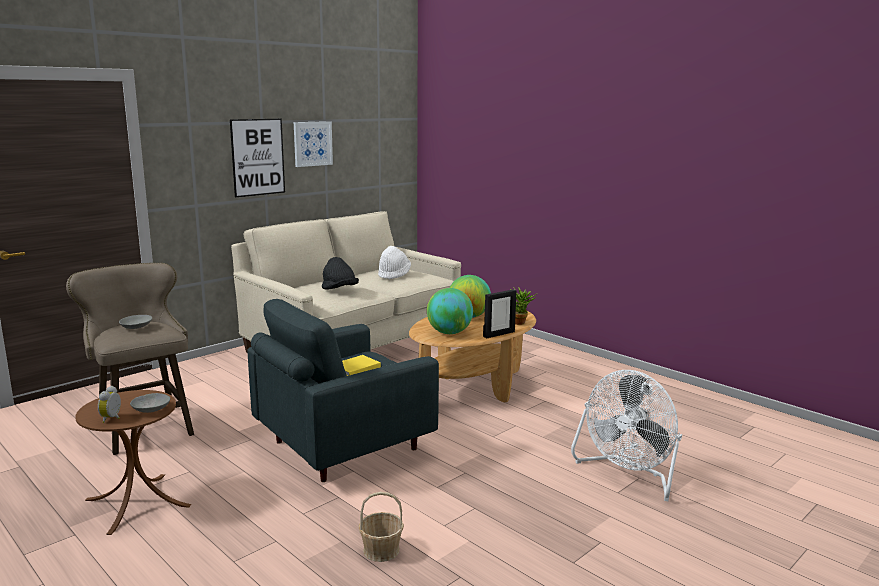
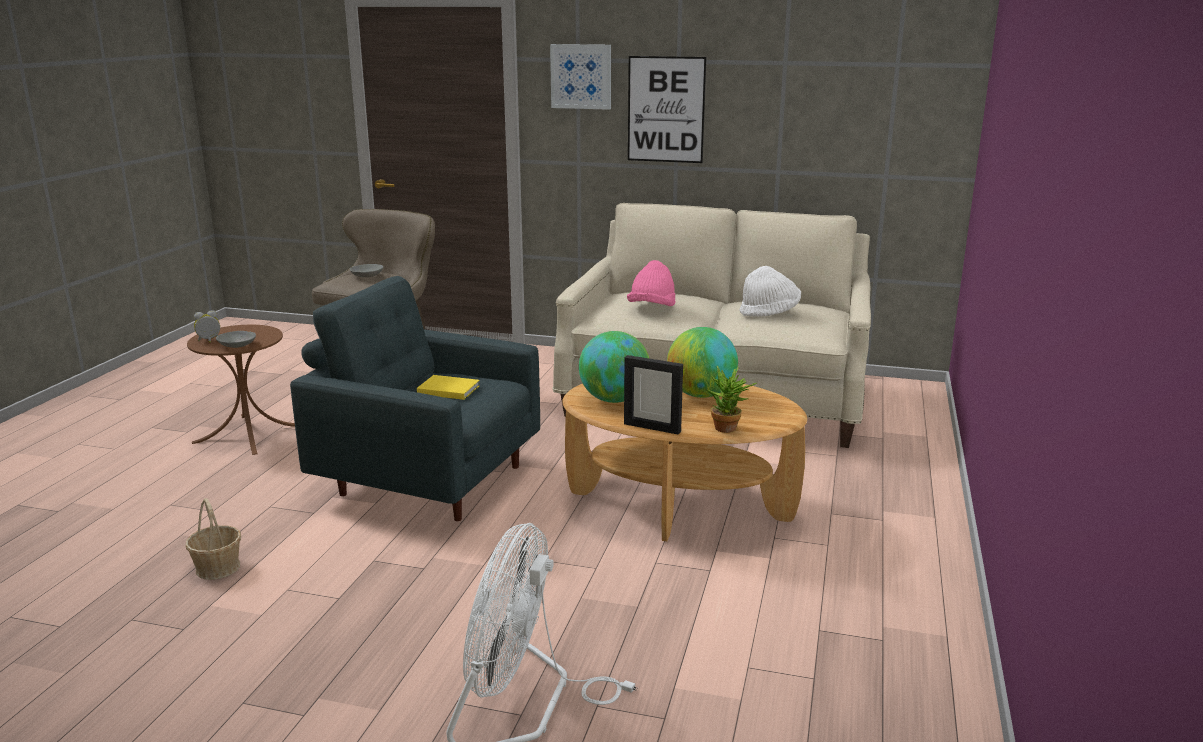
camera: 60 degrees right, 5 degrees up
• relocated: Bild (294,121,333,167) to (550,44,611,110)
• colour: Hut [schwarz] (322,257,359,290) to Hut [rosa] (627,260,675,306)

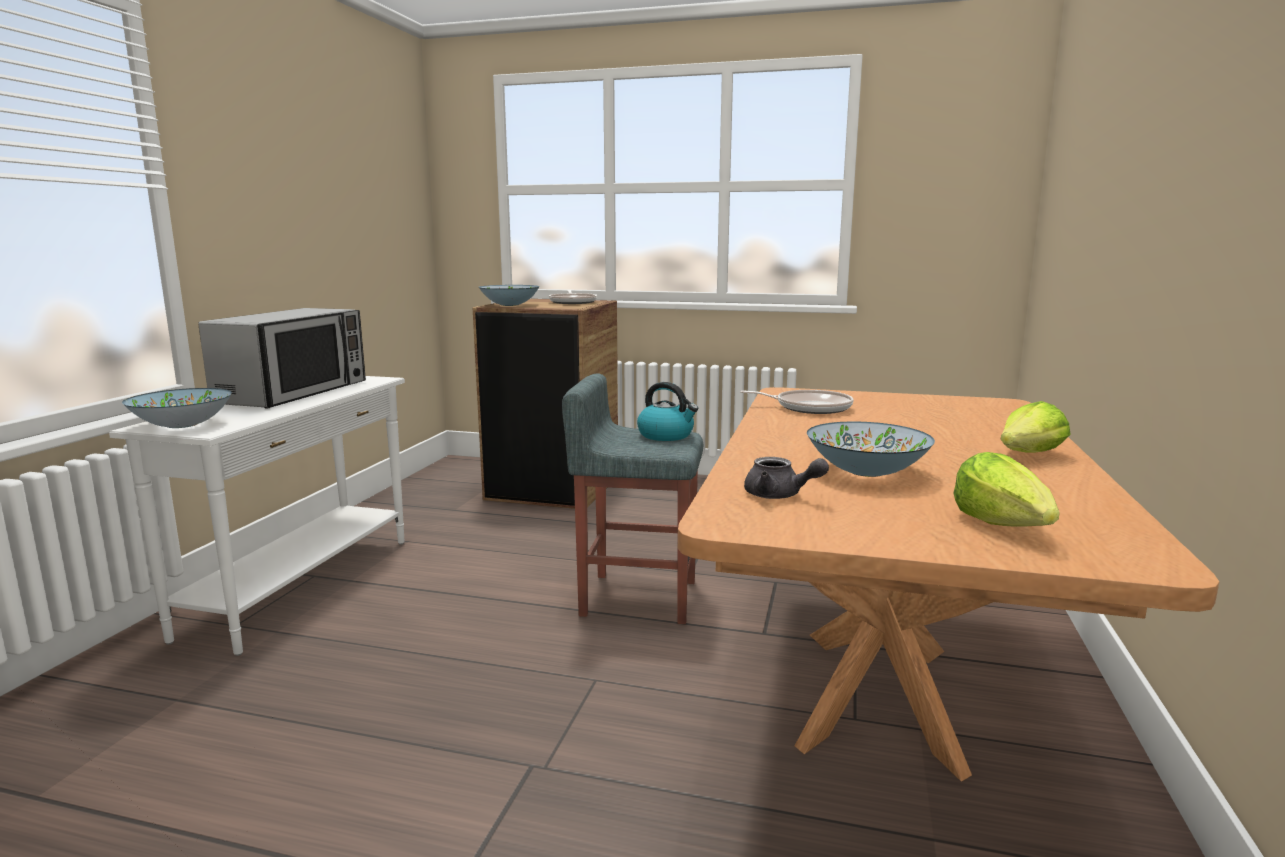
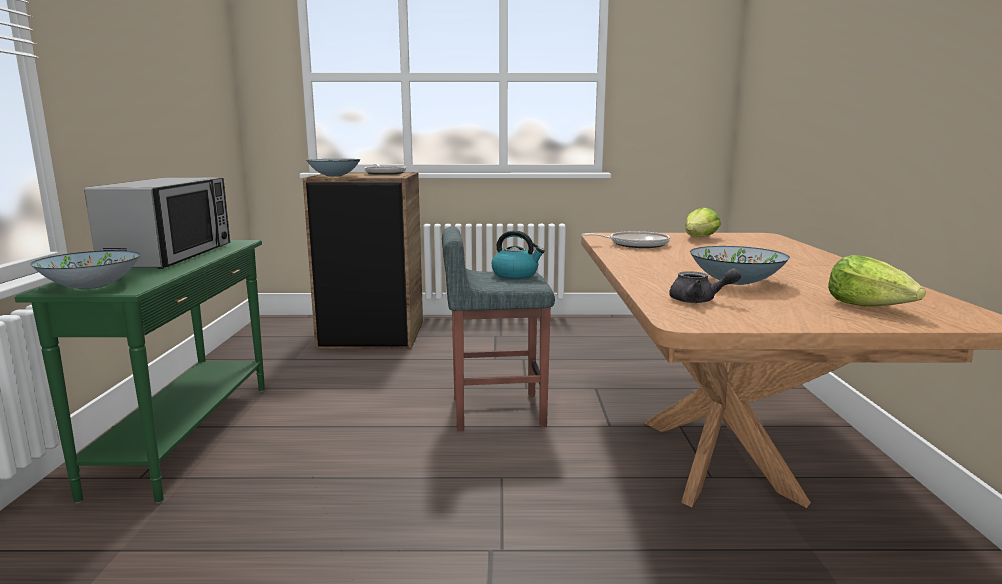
camera: 15 degrees left, 0 degrees up
• relocated: Salatkopf (1001,401,1071,453) to (685,207,721,237)
• colour: Konsolentisch [weiß] (109,376,405,656) to Konsolentisch [grün] (15,240,265,504)

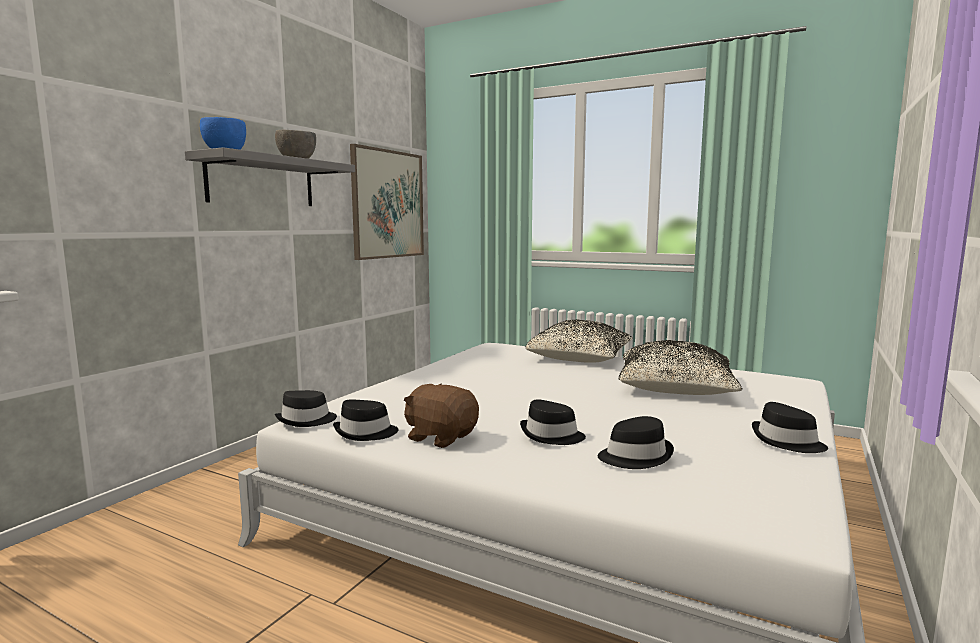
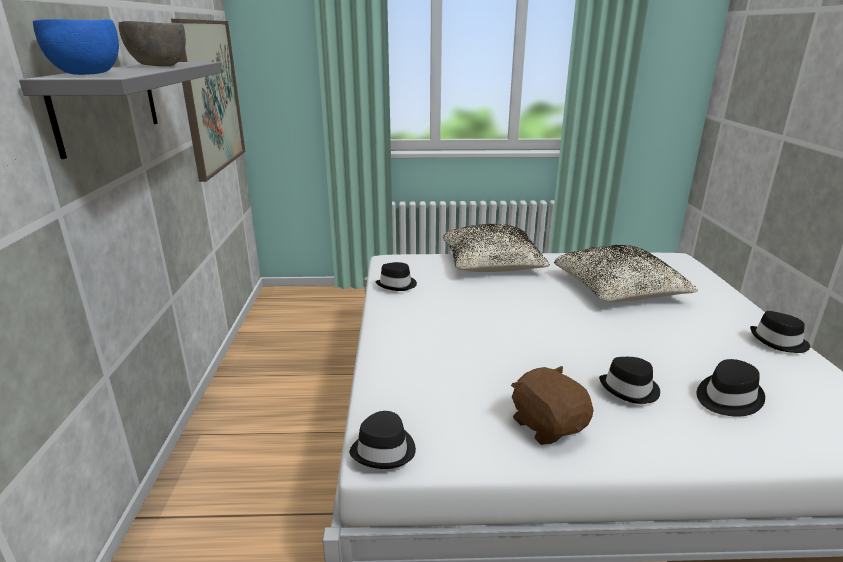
camera: 30 degrees left, 15 degrees up
• relocated: Hut [schwarz] (333,400,399,441) to (375,262,417,291)
• spun: Plüschtier [braun] (404,384,479,448) = (511,366,594,445) 60 degrees clockwise

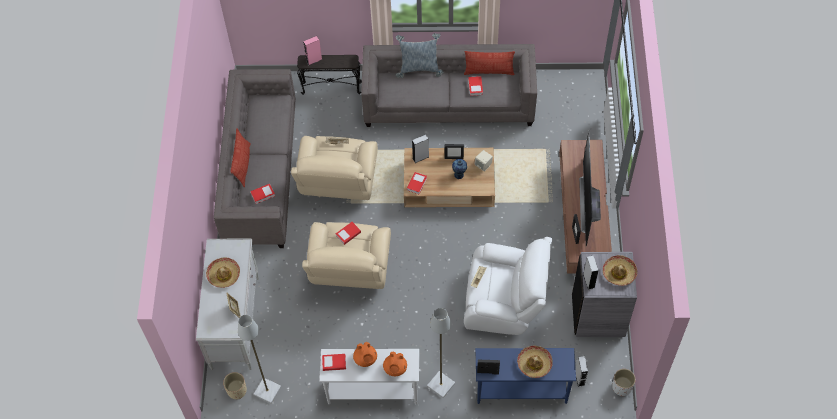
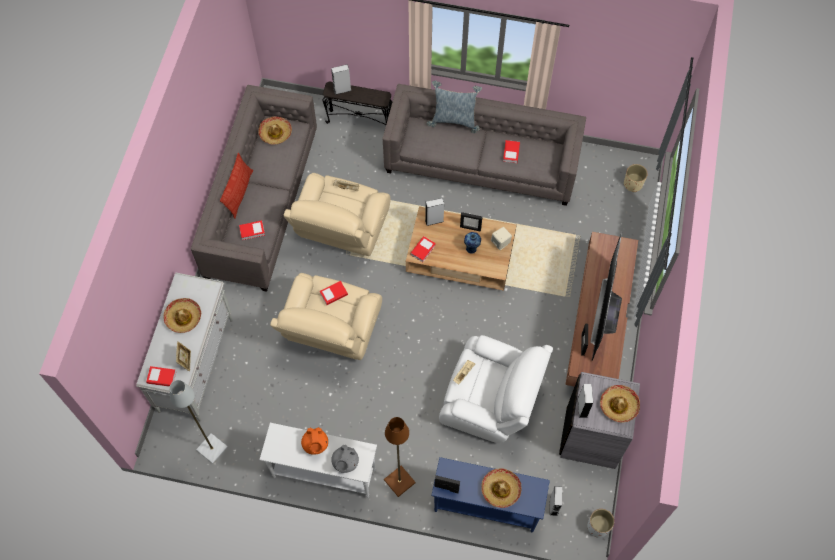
camera: 10 degrees right, 5 degrees up
• missing: Kissen (464,51,515,75)
• appeared: Hut (258,117,292,145)
• relocated: Pflanzkübel [beige] (223,372,247,400) to (624,164,648,192)
• relocated: Buch (322,354,346,371) to (146,366,176,387)
• colour: Lautsprecher [rosa] (303,36,322,65) to Lautsprecher [grau] (331,64,351,95)
• colour: Teekanne [orange] (383,351,407,376) to Teekanne [grau] (331,445,359,473)
• colour: Stehlampe [grau] (427,308,455,398) to Stehlampe [braun] (384,417,416,497)

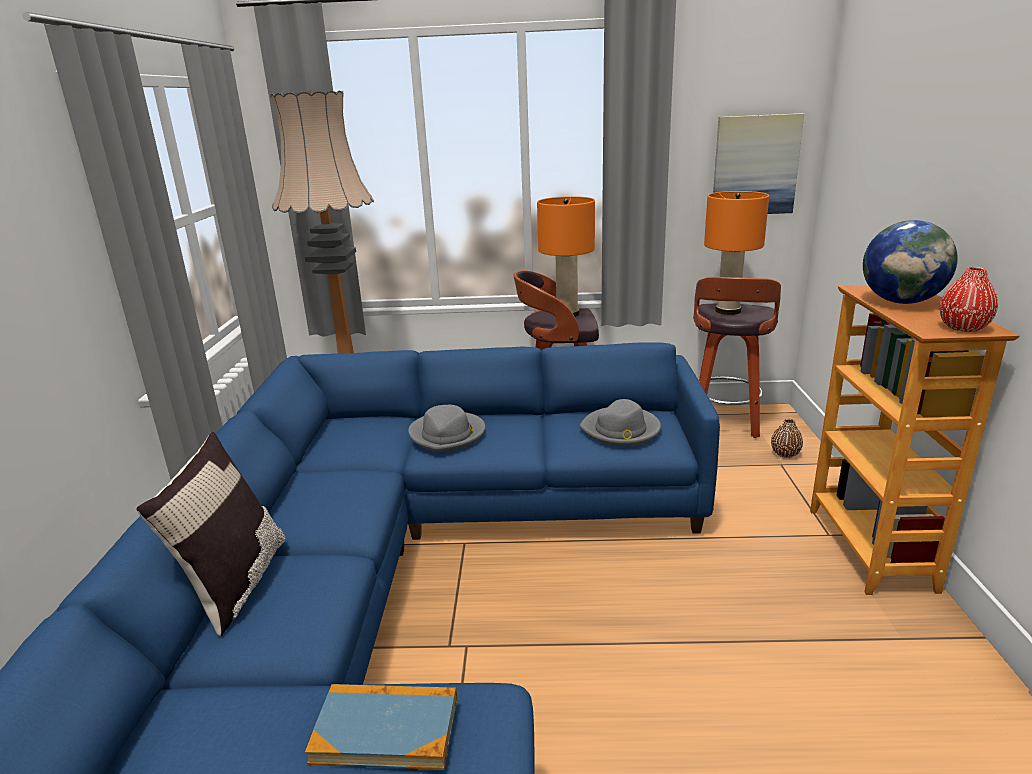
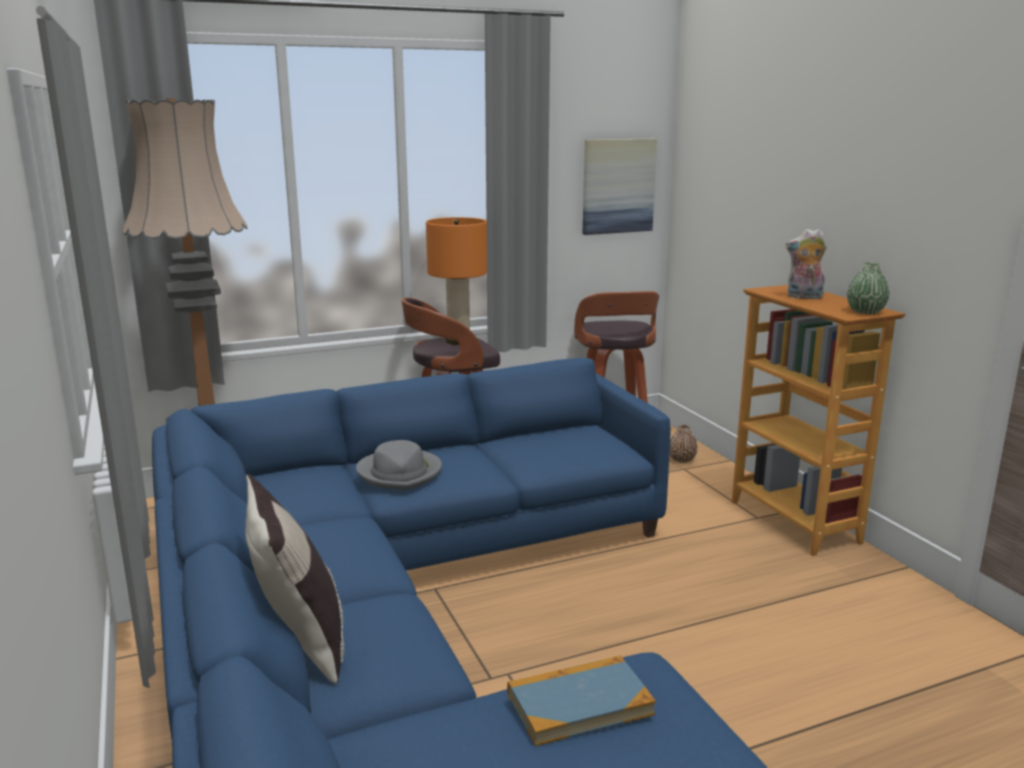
camera: 25 degrees left, 5 degrees down
• missing: Hut [grau] (580,399,661,446)
• missing: Tischlampe [orange] (704,191,769,315)
• exchanged: Globus (863,220,958,304) to Plüschtier (786,229,827,299)
• colour: Vase [rot] (939,267,998,332) to Vase [grün] (847,262,889,314)

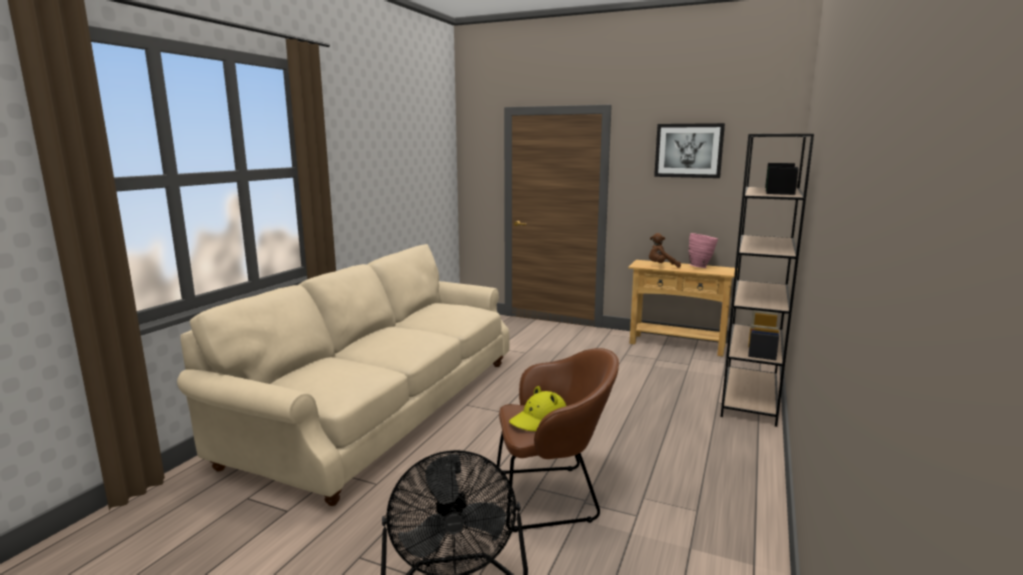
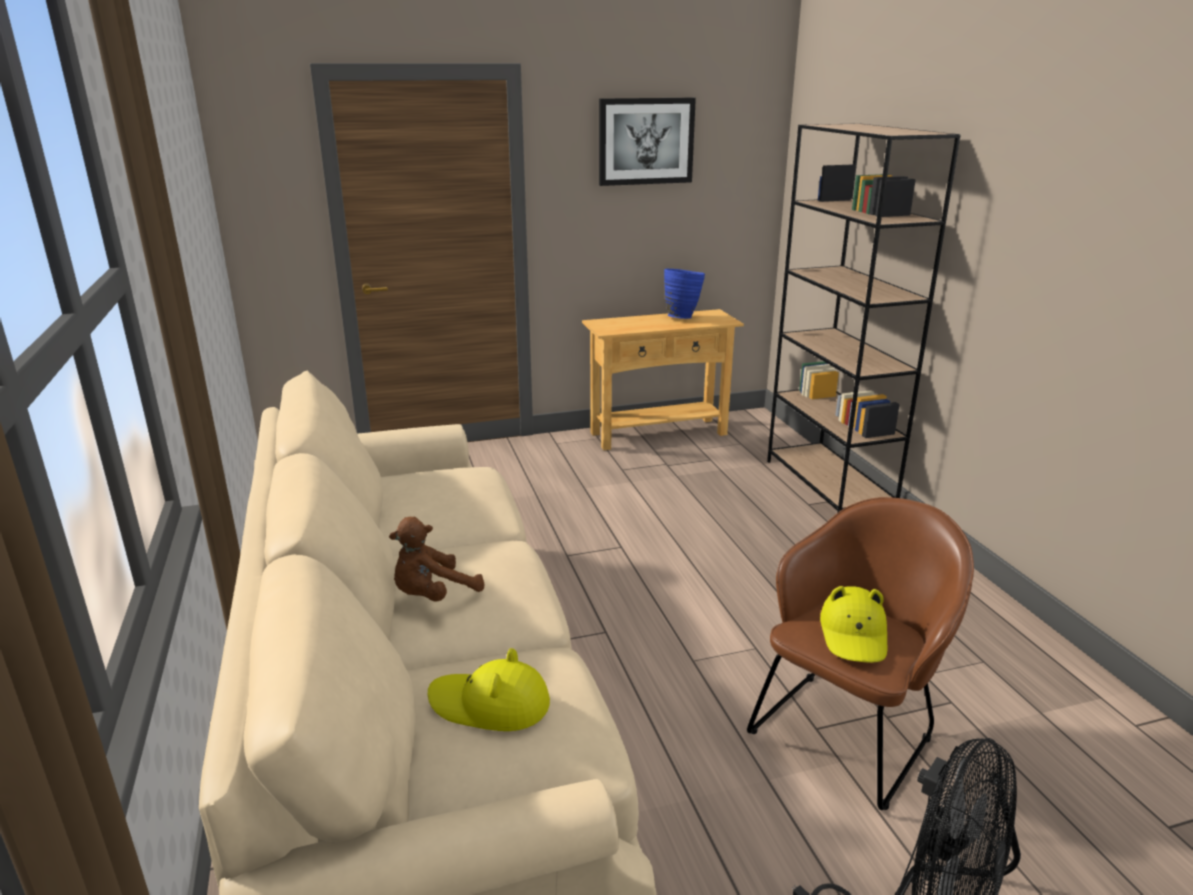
camera: 40 degrees left, 10 degrees up
• appeared: Hut [gelb] (428,648,550,731)
• relocated: Plüschtier [braun] (649,233,681,268) to (389,517,484,602)
• colour: Vase [rosa] (689,233,718,268) to Vase [blau] (664,269,705,319)

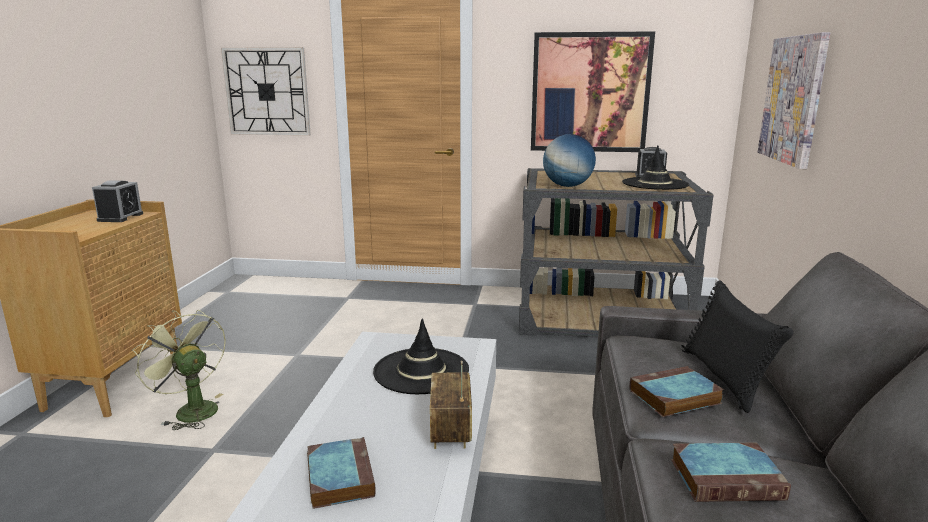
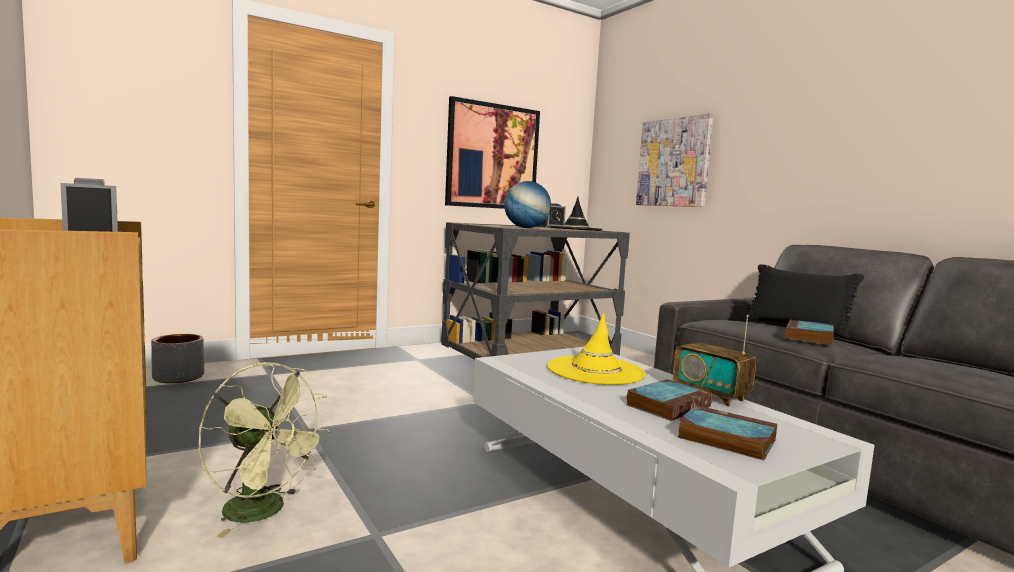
camera: 40 degrees left, 10 degrees down
• missing: Wanduhr (221,47,311,136)
• appeared: Pflanzkübel [grau] (151,334,204,384)
• relocated: Buch (671,443,791,502) to (626,379,712,421)
• colour: Hut [schwarz] (373,318,469,394) to Hut [gelb] (547,313,646,385)
• spun: Ventilator [grün] (132,310,226,430) = (199,362,330,538) 150 degrees counterclockwise

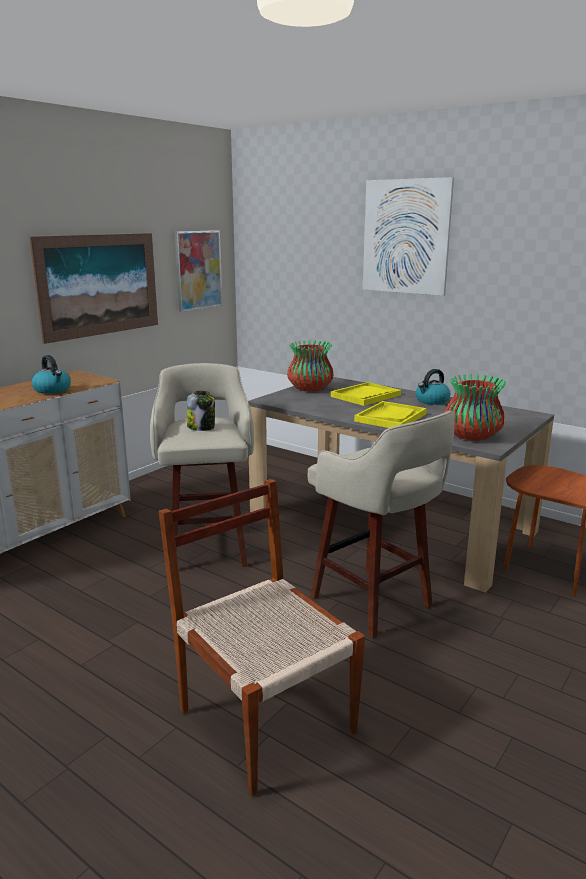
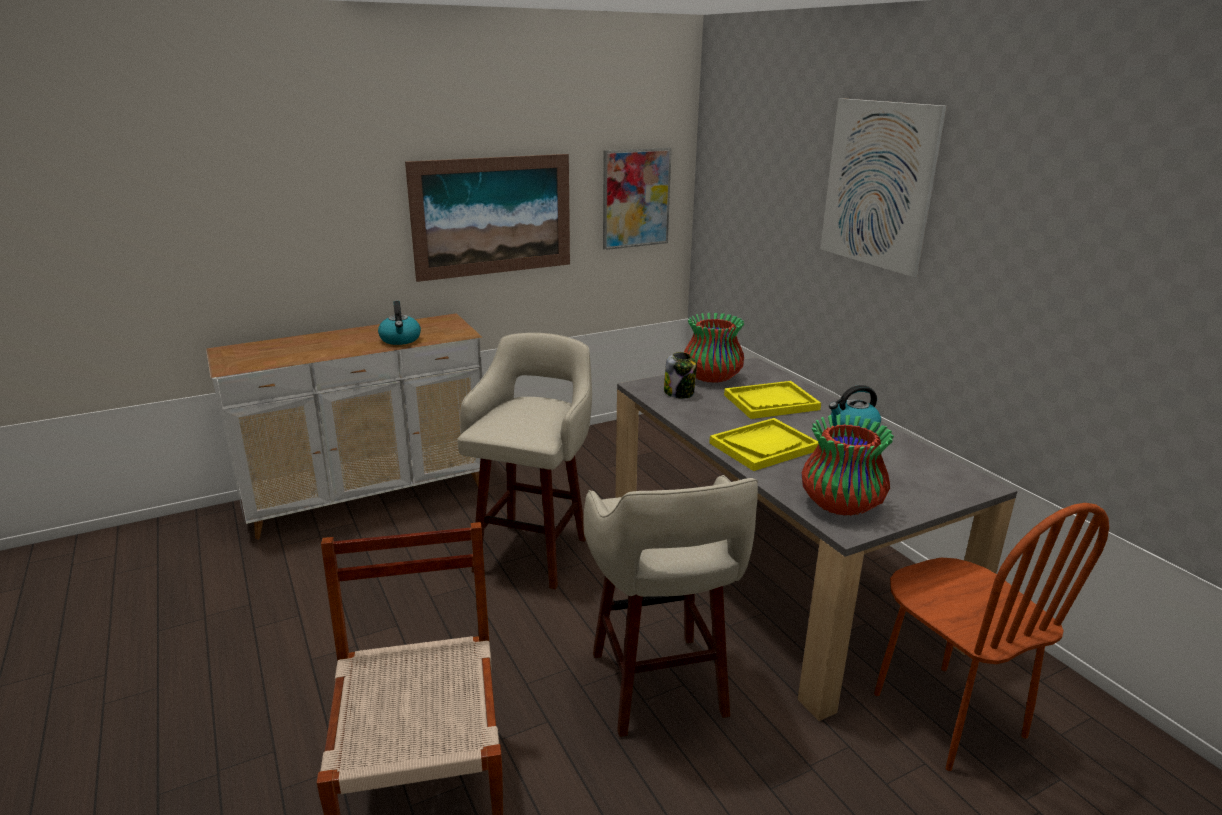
camera: 25 degrees right, 5 degrees up
• relocated: Vorratsglas (187,390,215,431) to (664,352,697,399)

